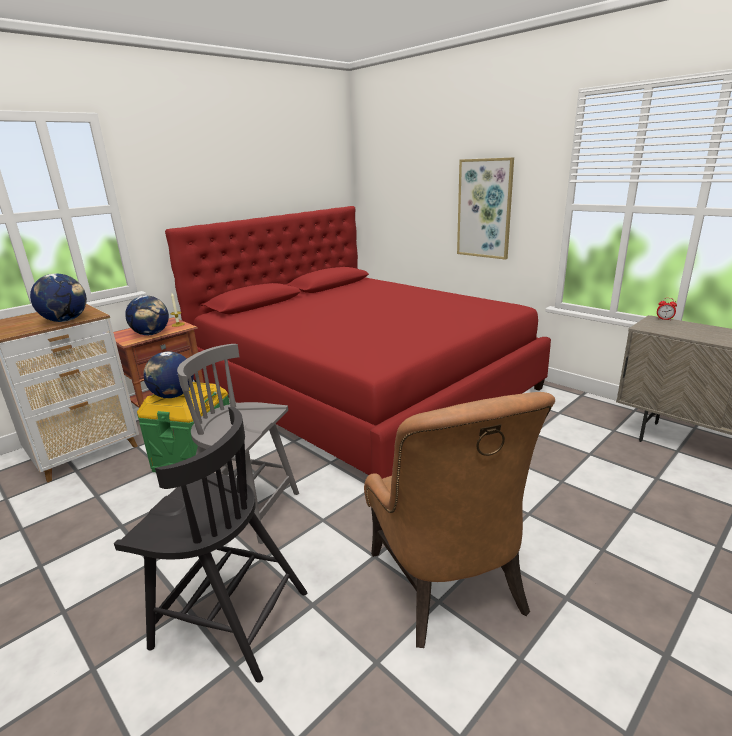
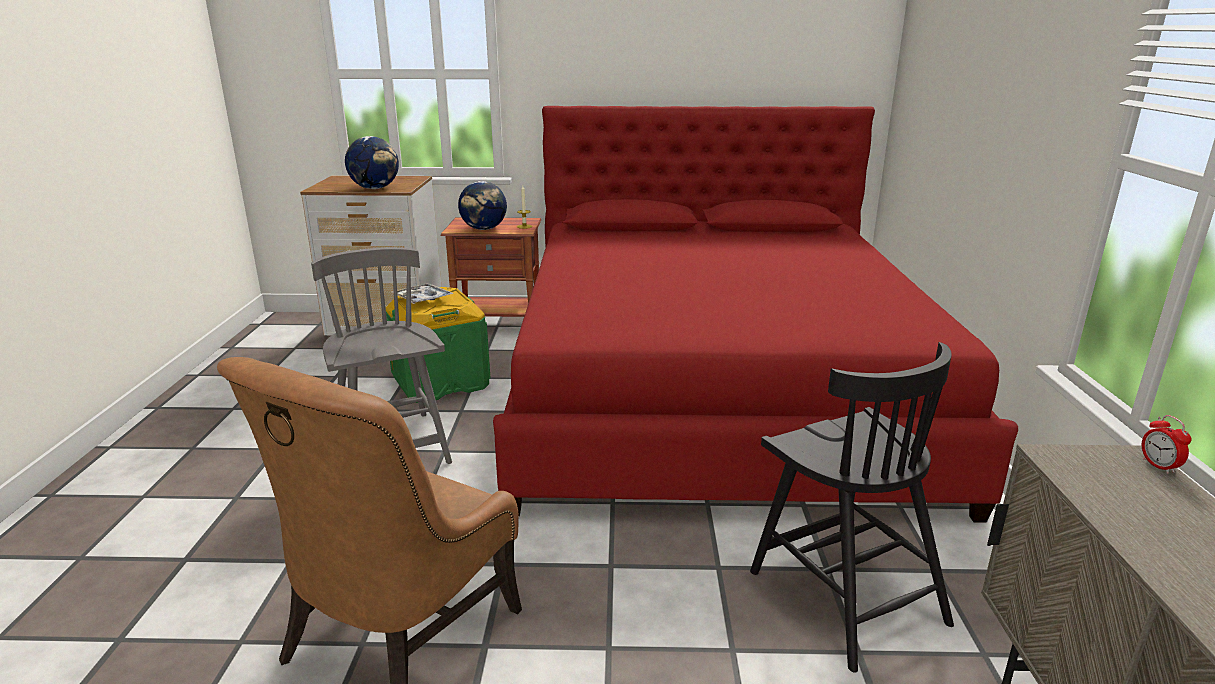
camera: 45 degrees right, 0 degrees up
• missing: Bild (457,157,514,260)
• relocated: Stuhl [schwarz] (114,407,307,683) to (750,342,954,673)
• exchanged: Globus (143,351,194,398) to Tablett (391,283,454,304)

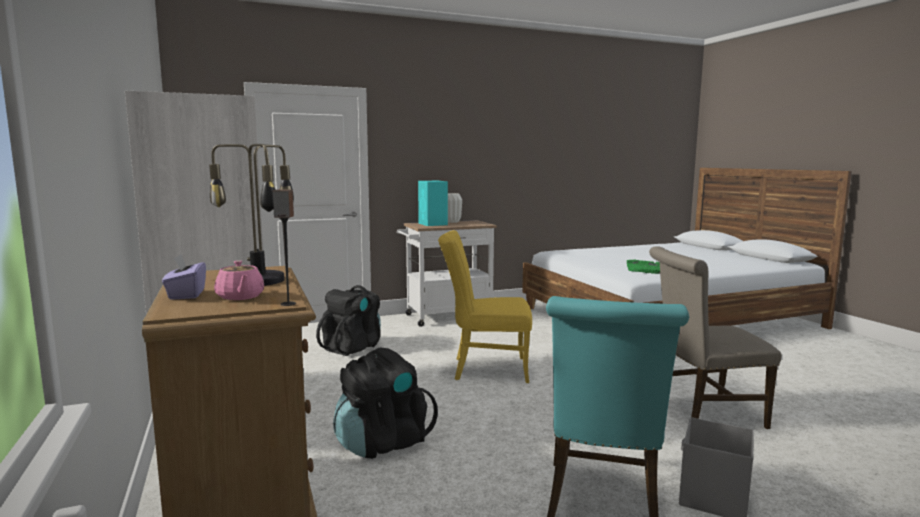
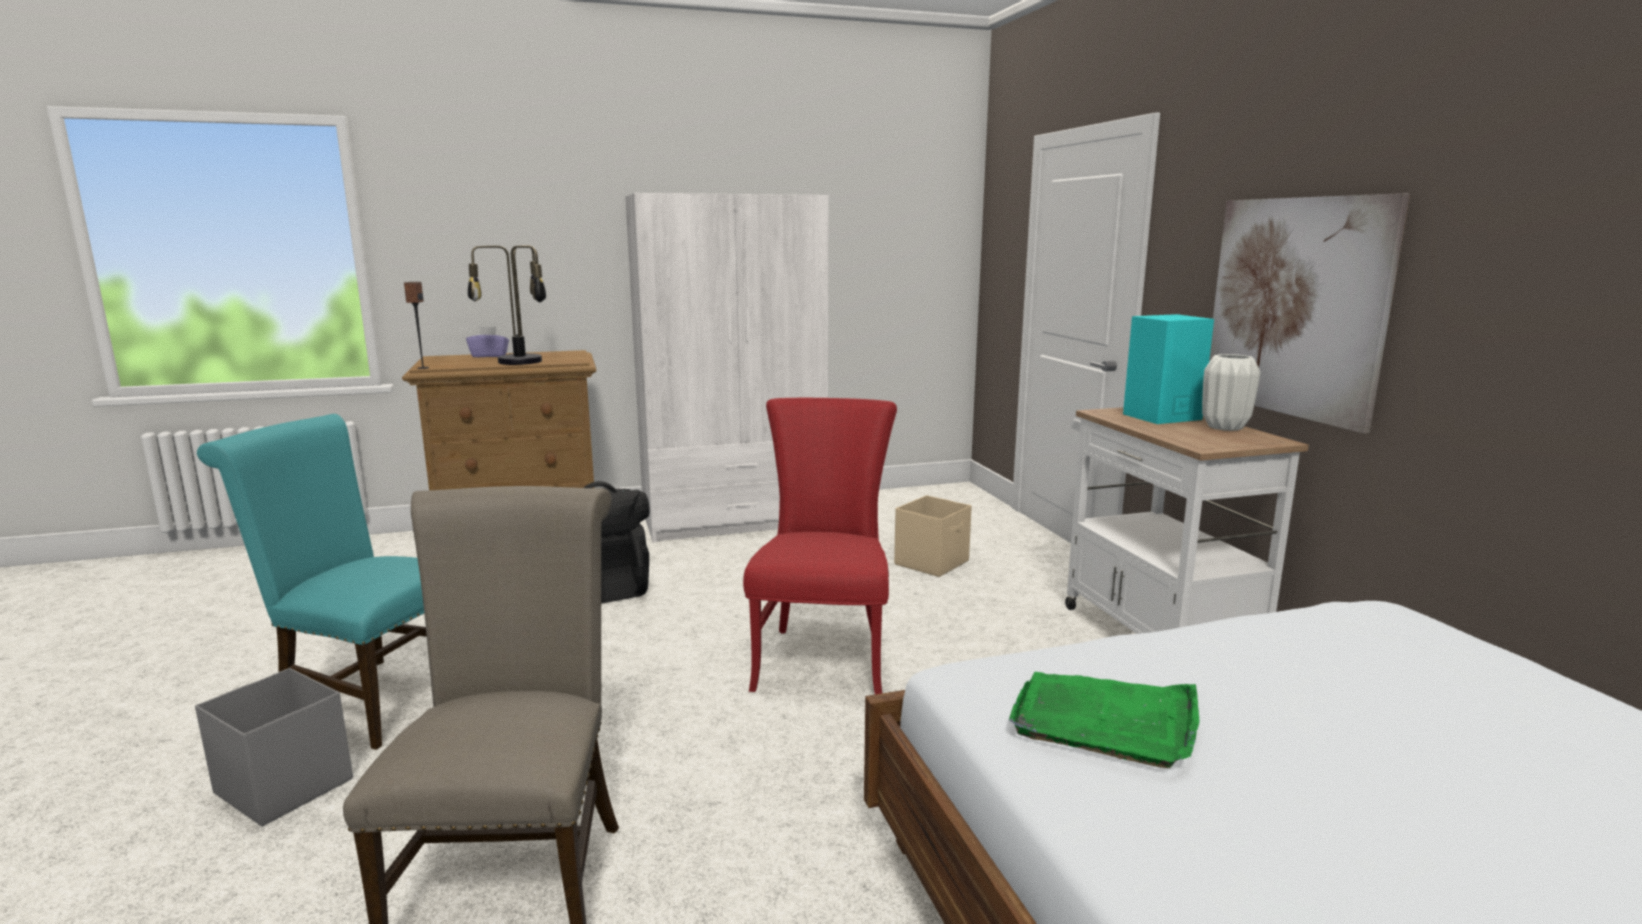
camera: 95 degrees right, 5 degrees up
• missing: Teekanne [rosa] (214,260,264,300)
• appeared: Bild (1209,193,1410,433)
• exchanged: Rucksack [schwarz] (316,285,381,356) to Aufbewahrungsbox [beige] (894,495,972,577)
• colour: Stuhl [gelb] (438,230,532,383) to Stuhl [rot] (743,398,897,694)

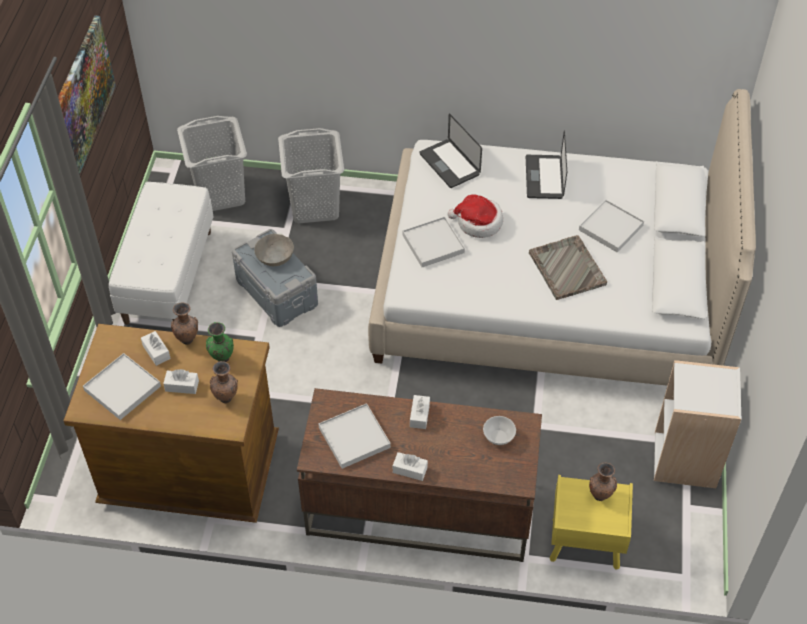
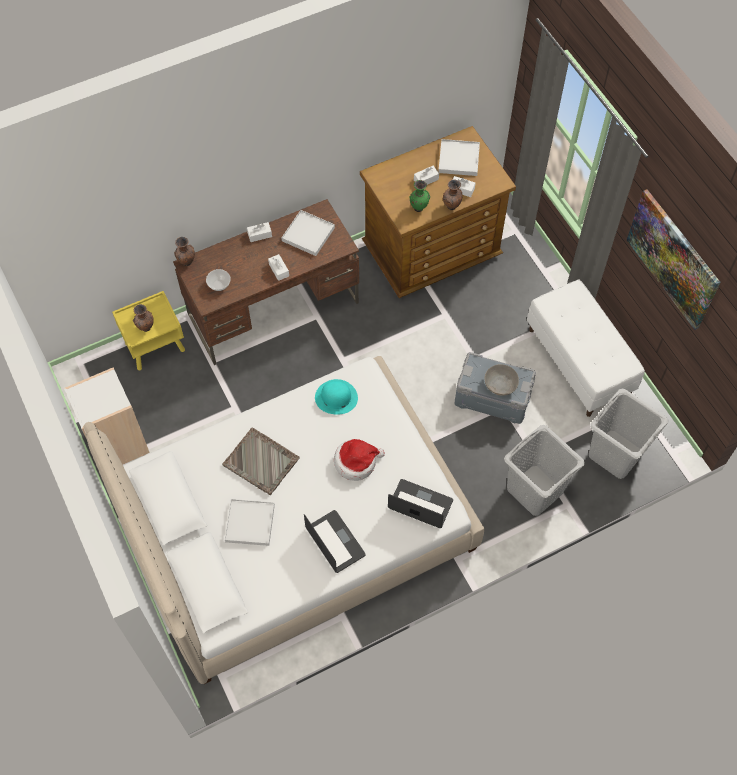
camera: 145 degrees right, 10 degrees up
• missing: Tablett [weiß] (402,217,465,267)
• appeared: Hut [türkis] (315,379,358,415)
• relocated: Vase [braun] (210,361,238,404) to (174,237,195,266)

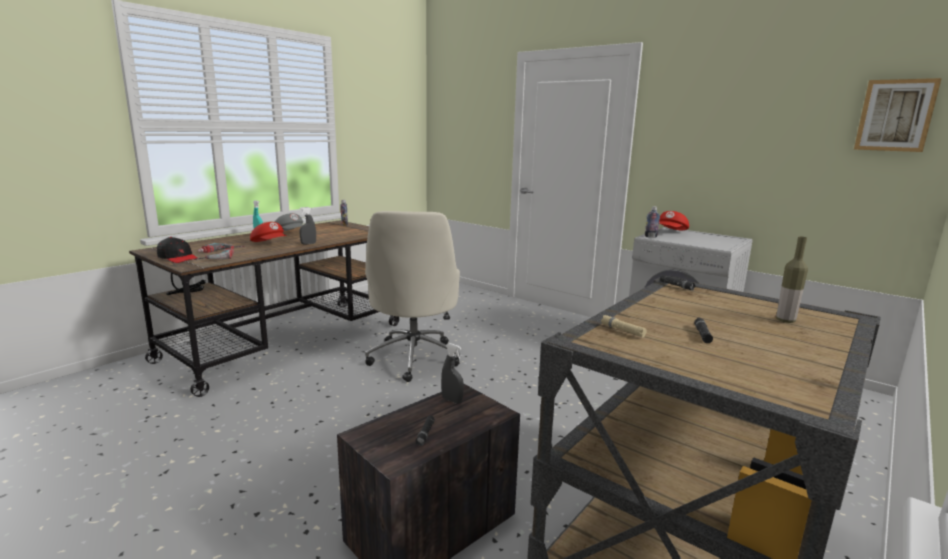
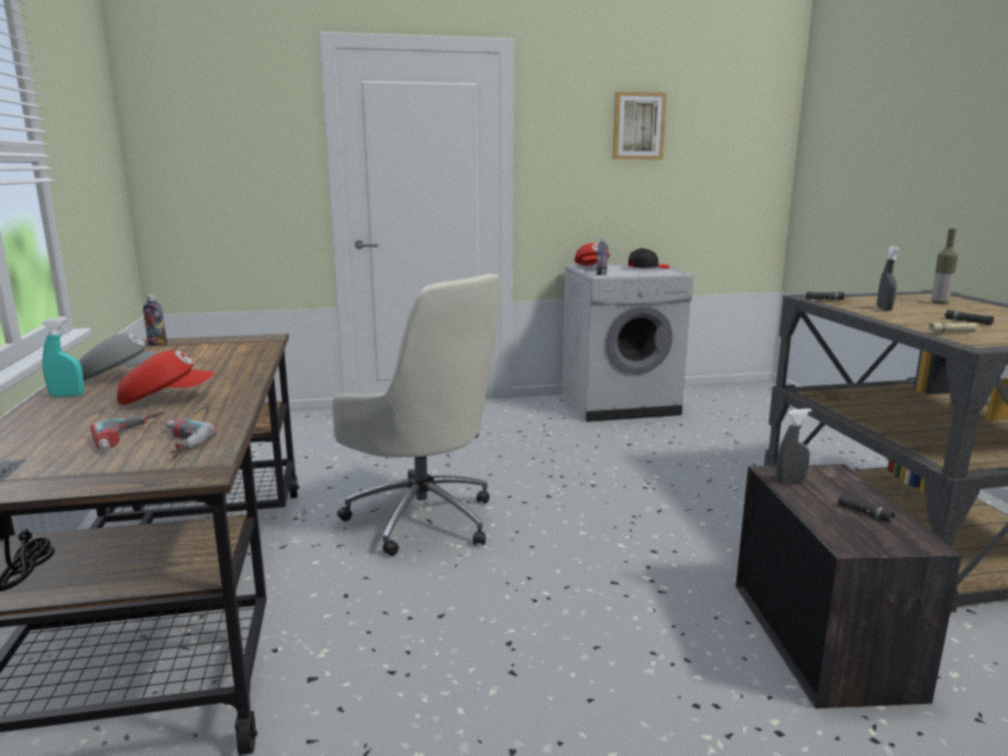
camera: 50 degrees left, 0 degrees up
• relocated: Kappe [schwarz] (157,237,197,263) to (628,248,670,269)
• relocated: Sprühflasche [grau] (299,207,316,244) to (877,246,899,311)
• relocated: Bild (854,78,942,152) to (613,92,667,159)

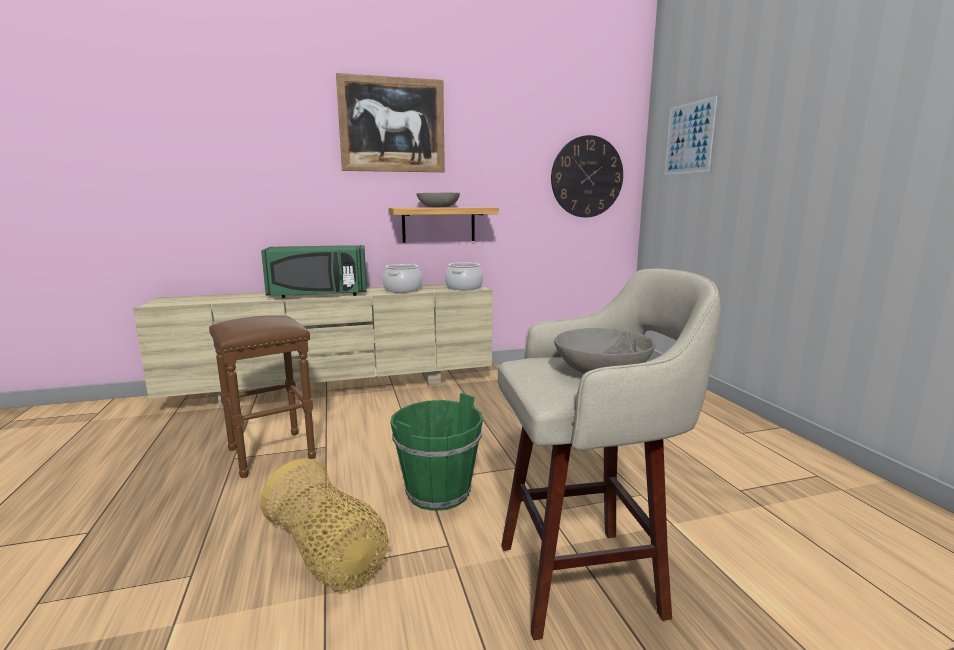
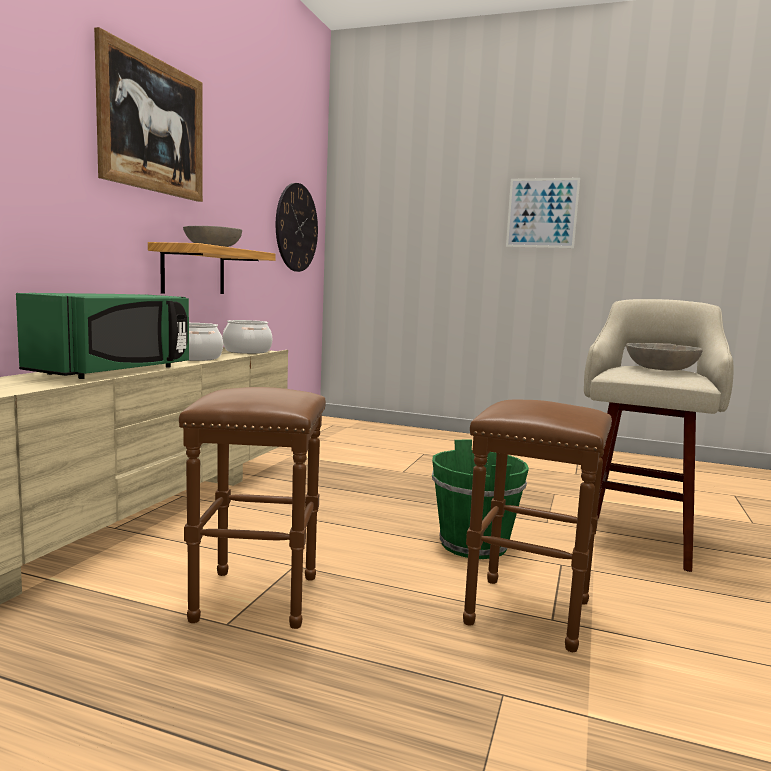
camera: 55 degrees left, 5 degrees down
• relocated: Bild (665,96,717,175) to (506,178,580,248)
• exchanged: Korb (260,458,388,590) to Hocker [braun] (463,400,612,652)

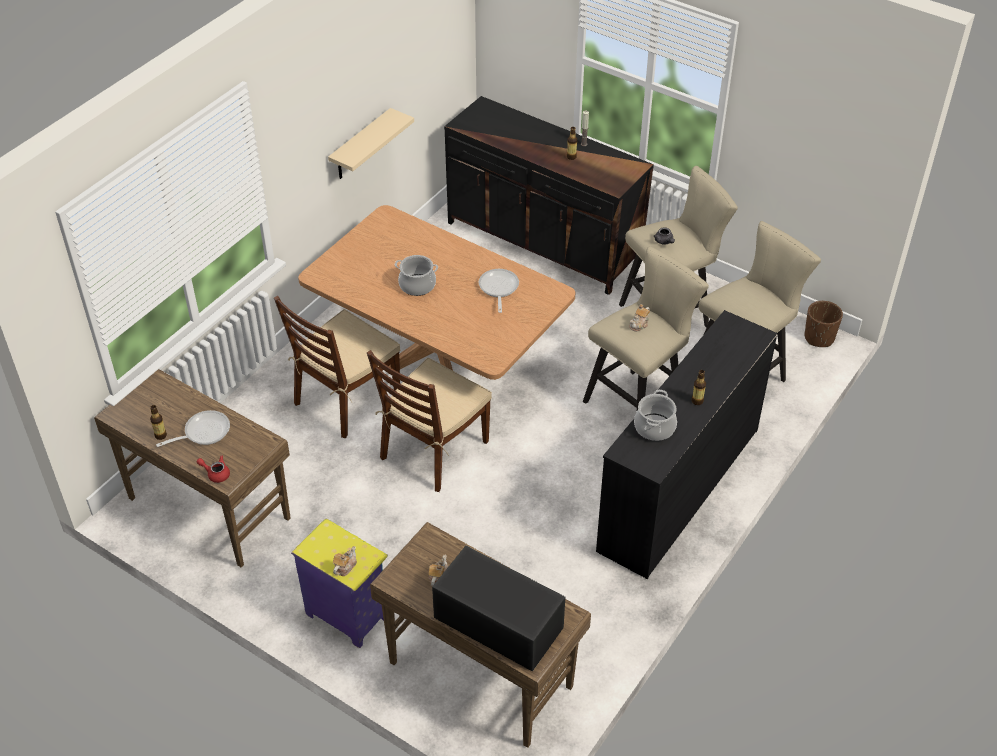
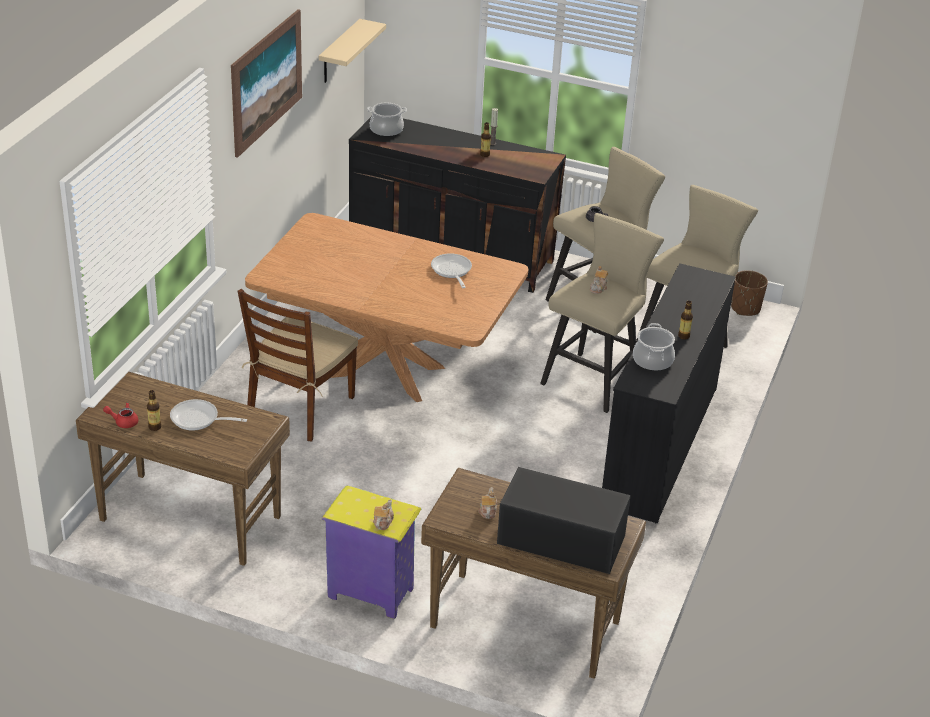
camera: 15 degrees left, 10 degrees down
• missing: Stuhl [braun] (367,350,492,492)
• appeared: Bild (231,9,302,158)
• relocated: Teekanne [rot] (197,455,230,483) to (103,402,138,428)
• relocated: Wandregal [beige] (328,108,414,179) to (319,19,386,83)
• relocated: Kochtopf (395,255,438,296) to (367,103,407,137)
• spun: Pfanne (156,410,230,447) = (170,399,247,430) 120 degrees counterclockwise

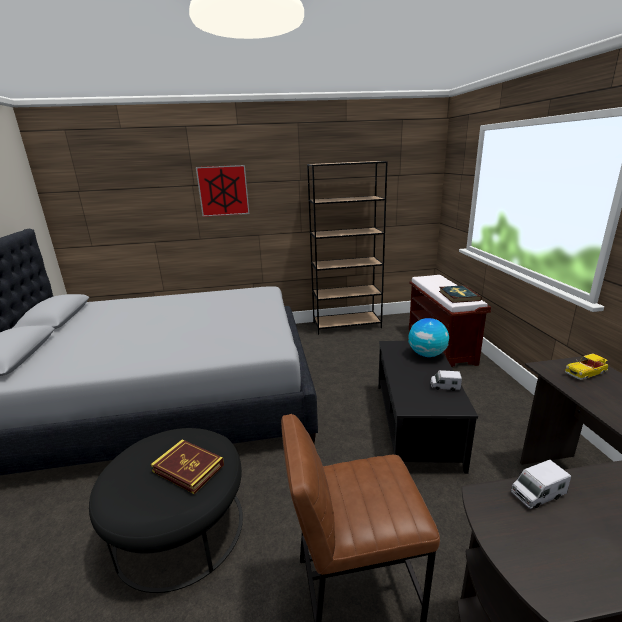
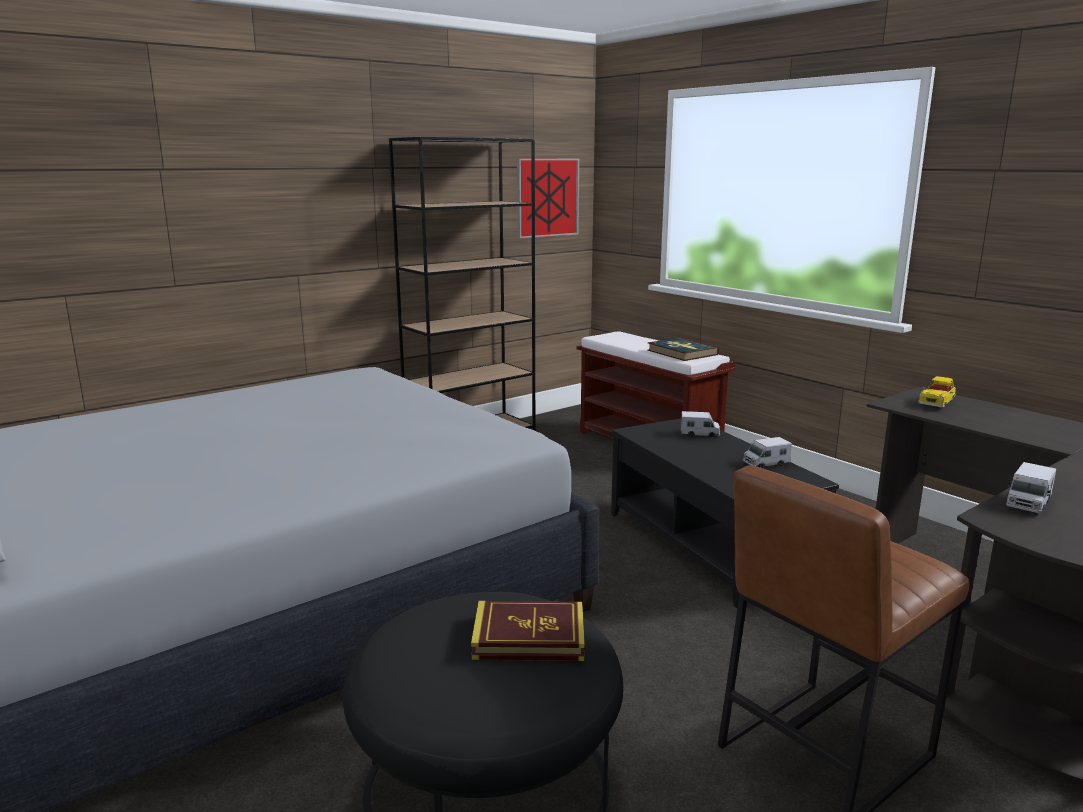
camera: 30 degrees left, 5 degrees down
• relocated: Bild (196,165,249,217) to (517,158,579,239)
• exchanged: Globus (408,318,449,357) to Spielzeuglaster (681,411,720,438)

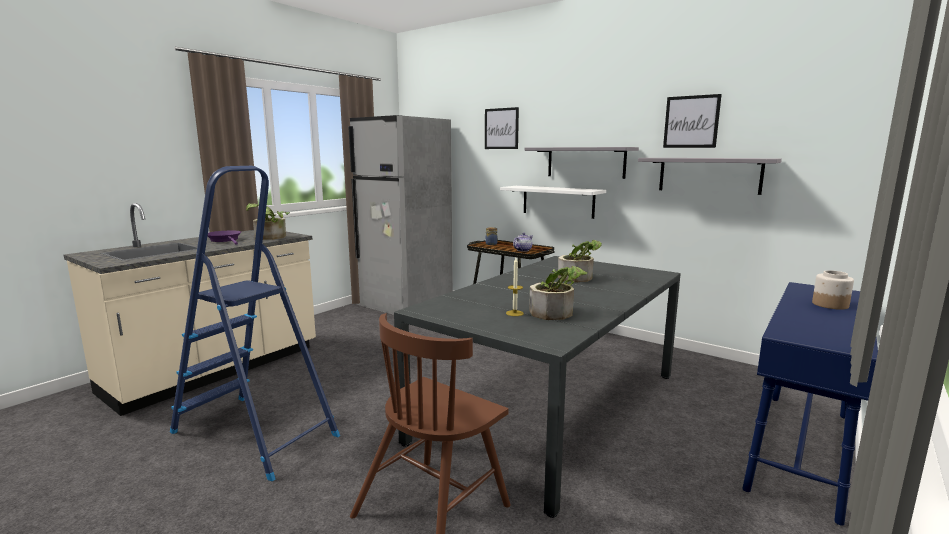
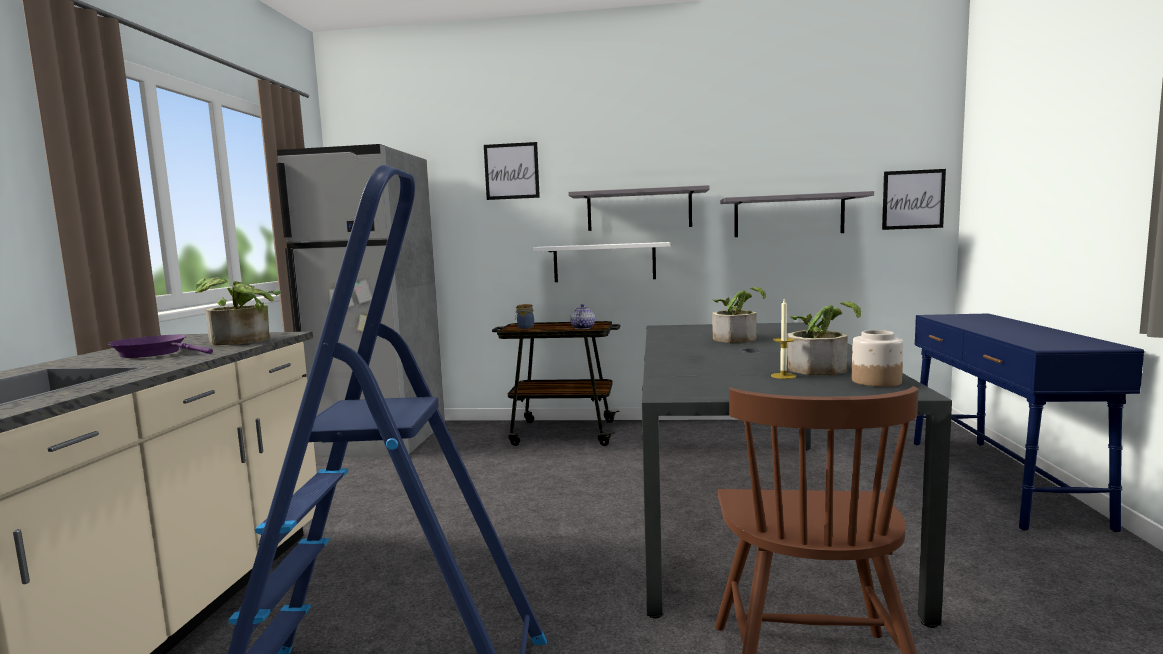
camera: 30 degrees left, 5 degrees down
• relocated: Bild (663,94,722,148) to (882,169,946,230)
• relocated: Vorratsglas (812,270,854,310) to (852,330,903,387)

